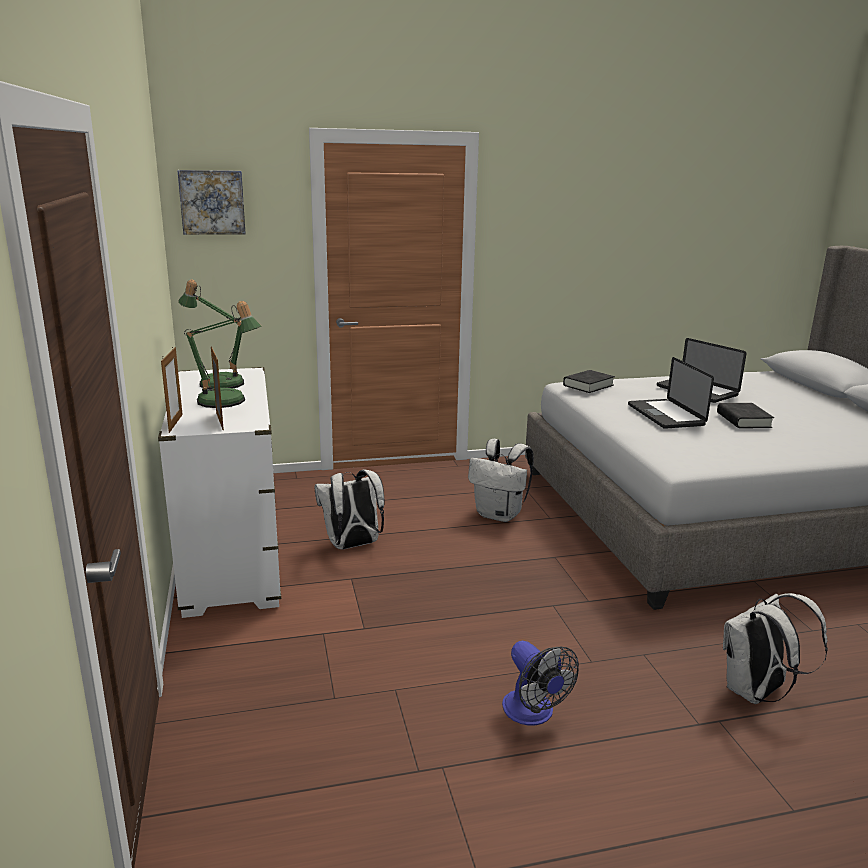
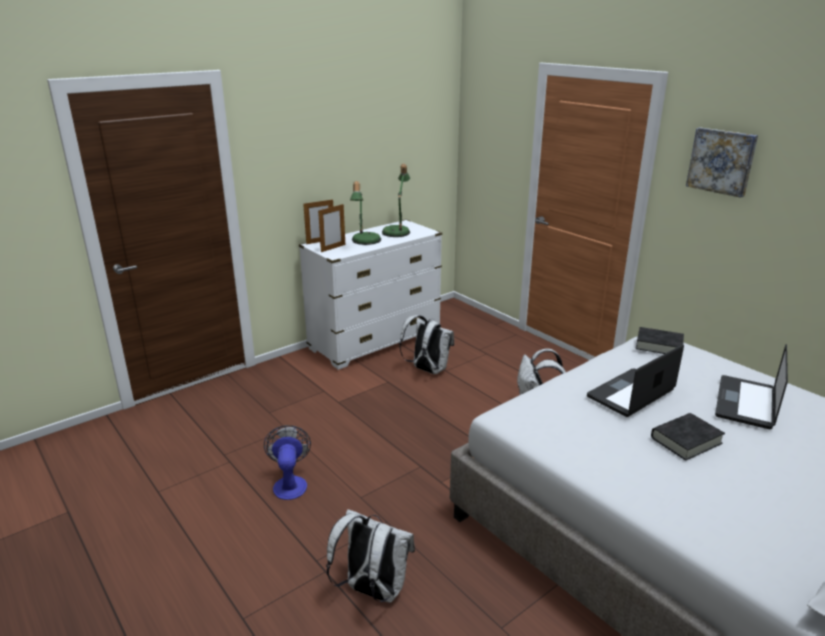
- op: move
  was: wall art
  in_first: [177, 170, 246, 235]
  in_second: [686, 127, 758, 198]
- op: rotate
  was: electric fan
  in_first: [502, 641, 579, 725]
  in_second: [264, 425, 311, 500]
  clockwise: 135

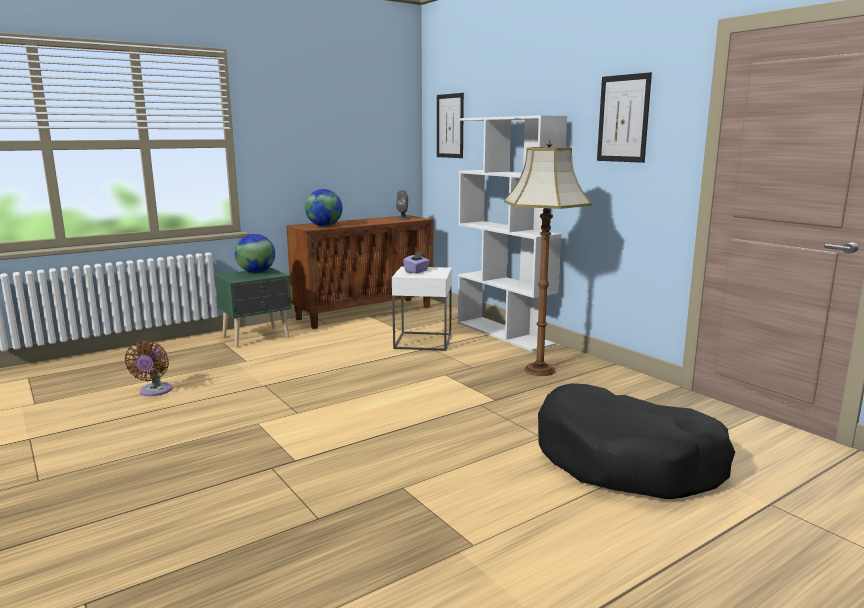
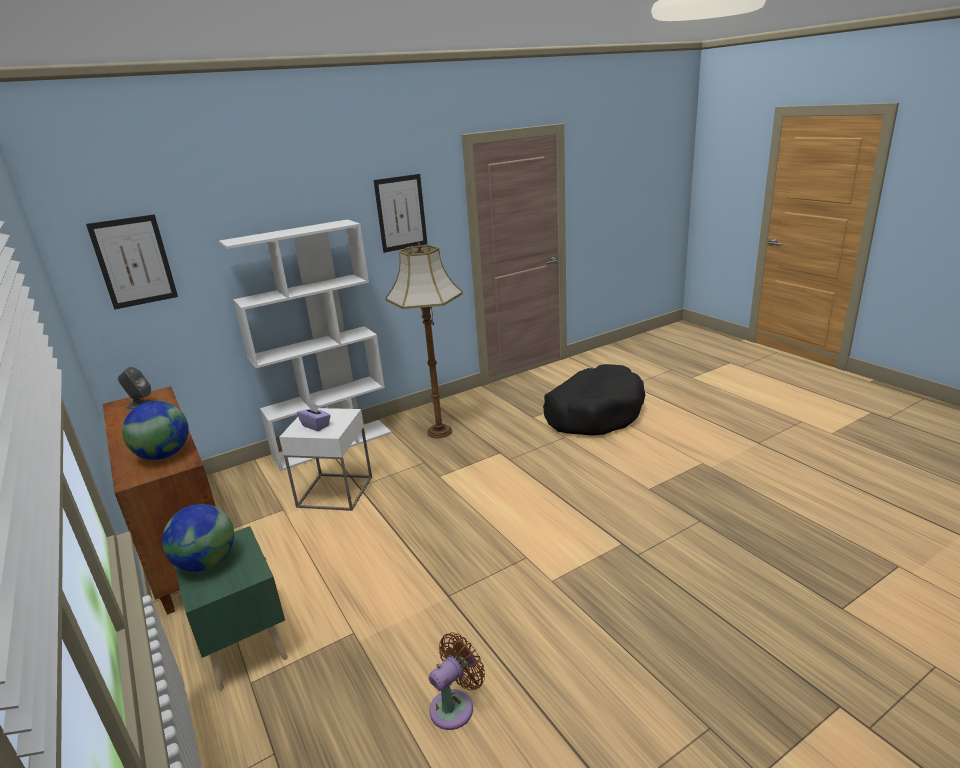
- op: rotate
  was: brownish electric fan
  in_first: [125, 341, 173, 396]
  in_second: [429, 633, 485, 730]
  clockwise: -45

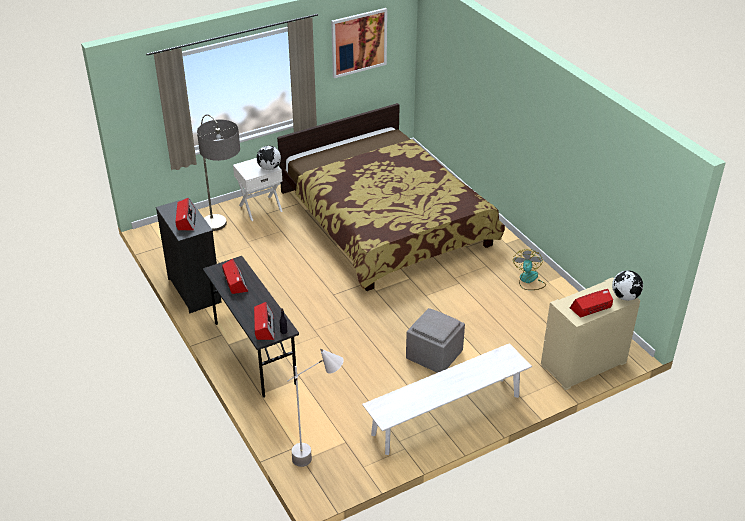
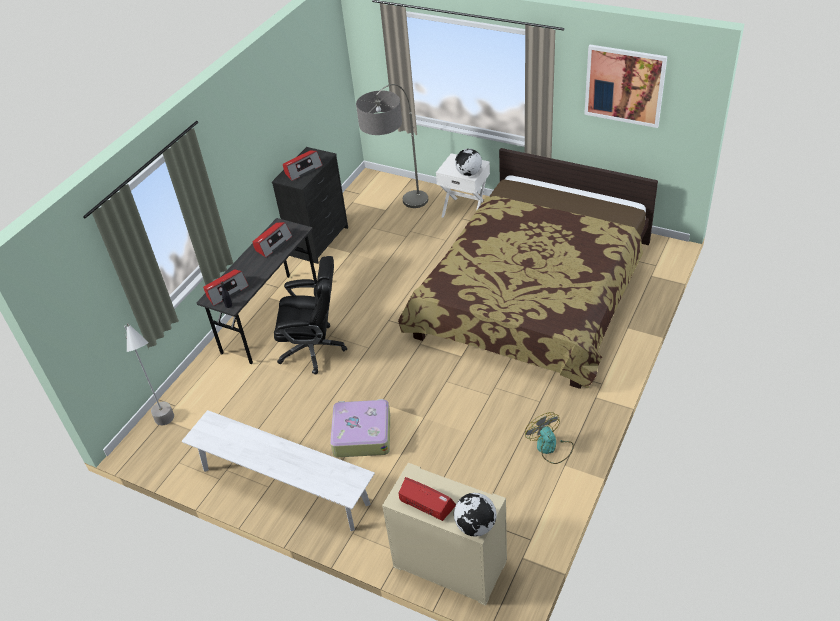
- op: rotate
  was: electric fan
  in_first: [513, 249, 546, 290]
  in_second: [525, 412, 574, 464]
  clockwise: -90
- op: replace
  was: grey pouffe
  now: suitcase
  in_first: [406, 308, 465, 373]
  in_second: [330, 399, 390, 457]
- op: insert
  now: black-coloured desk chair
  in_second: [274, 256, 347, 375]

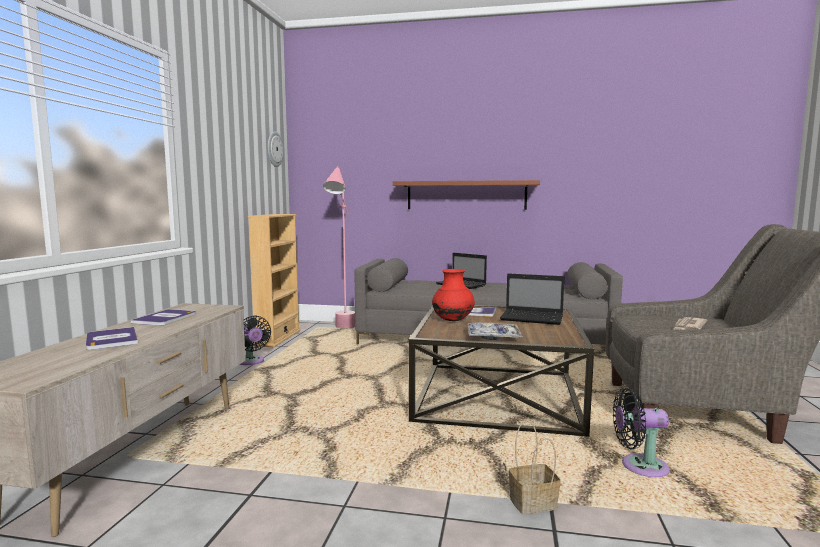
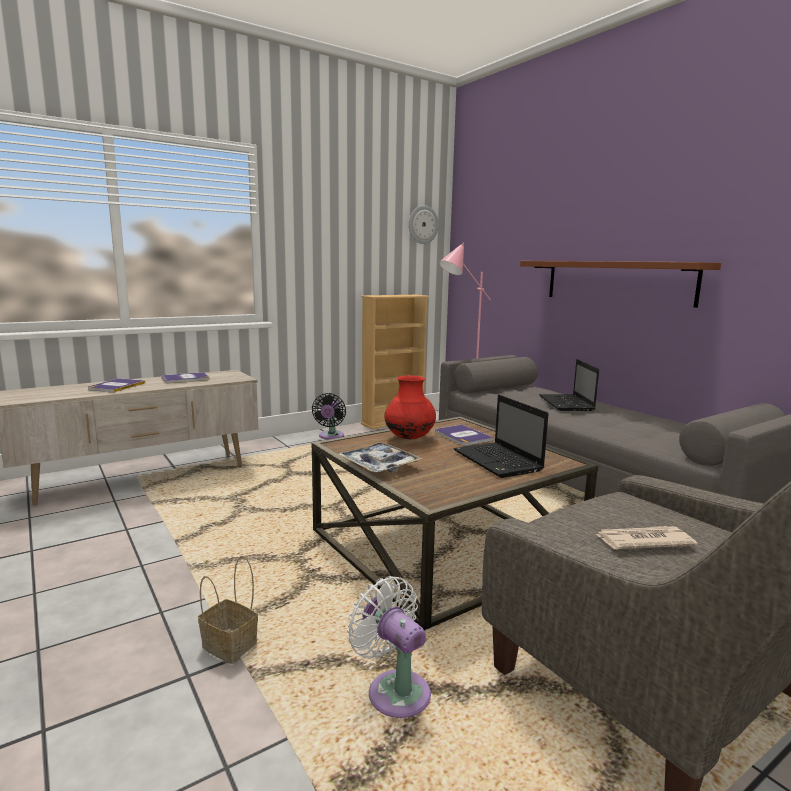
- op: recolor
  was: black-coloured electric fan
  now: whitish electric fan
  in_first: [613, 388, 670, 477]
  in_second: [347, 576, 431, 718]

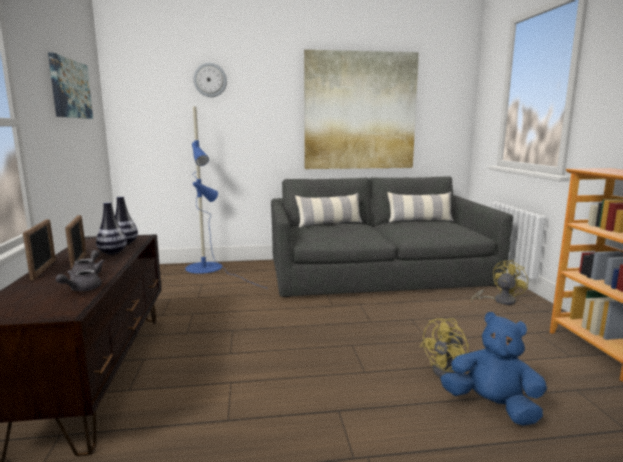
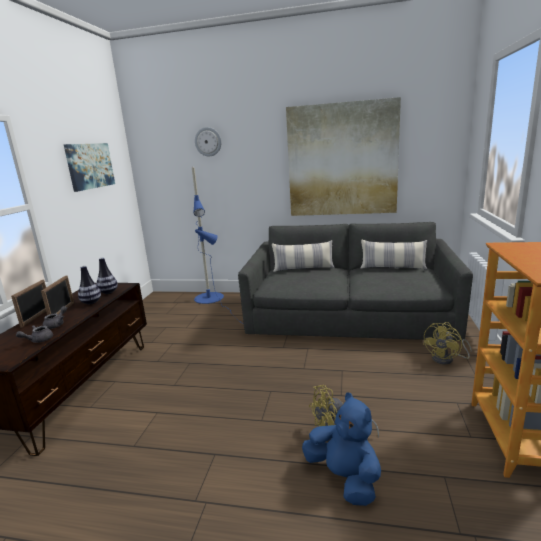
- op: rotate
  was: yellow electric fan
  in_first: [471, 260, 528, 305]
  in_second: [423, 322, 472, 365]
  clockwise: 150

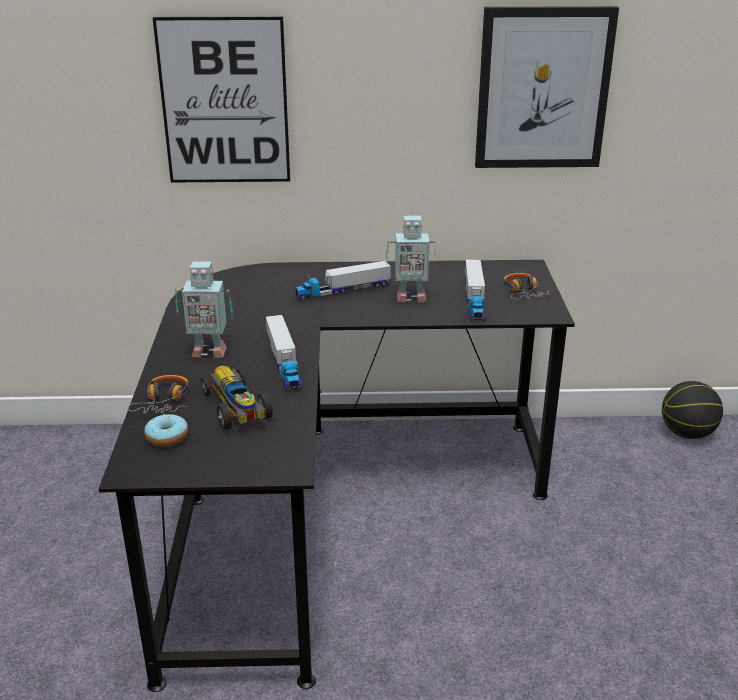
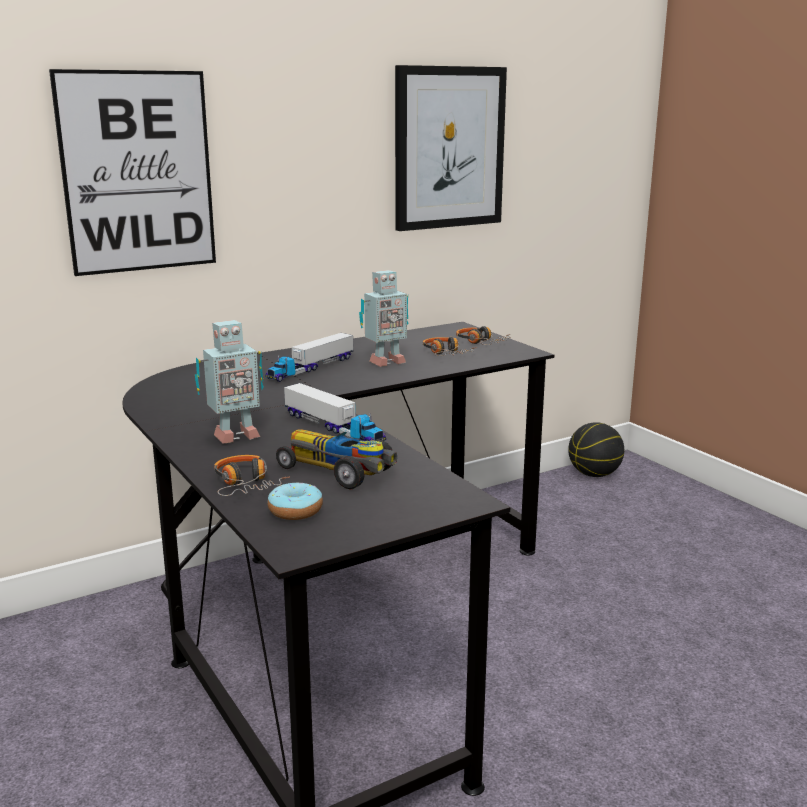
- op: replace
  was: model truck
  now: headphones
  in_first: [465, 259, 486, 321]
  in_second: [423, 337, 477, 356]

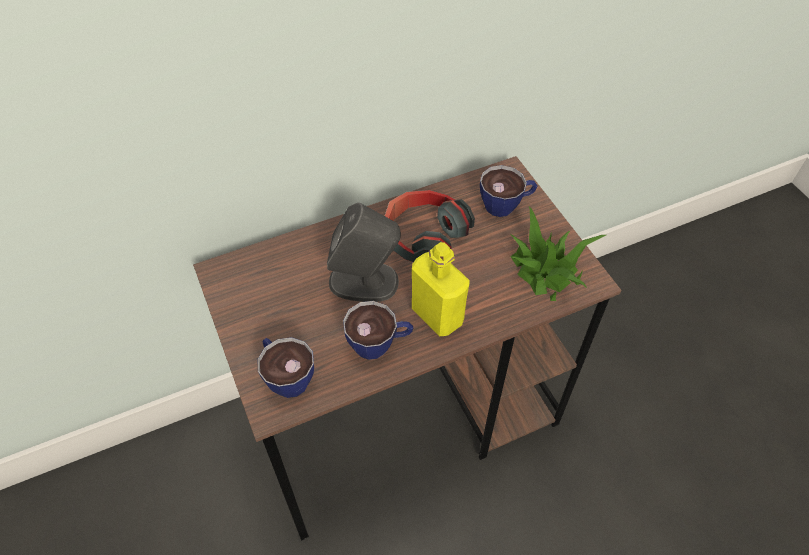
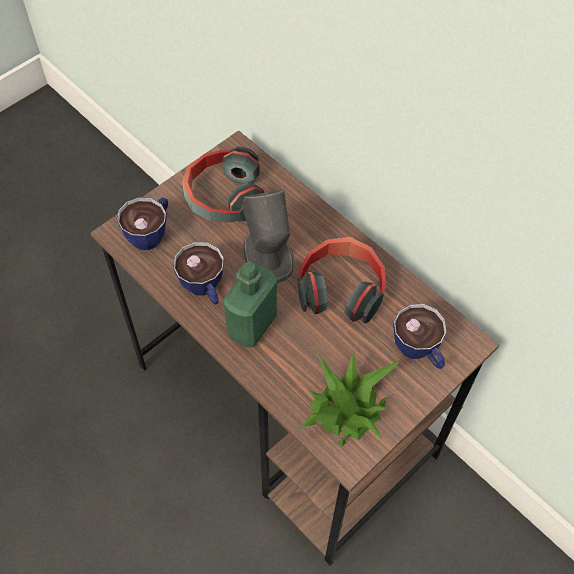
- op: recolor
  was: yellow beverage bottle
  now: green-coloured beverage bottle
  in_first: [412, 242, 470, 336]
  in_second: [223, 262, 277, 348]
- op: insert
  now: headphones
  in_second: [182, 146, 264, 223]

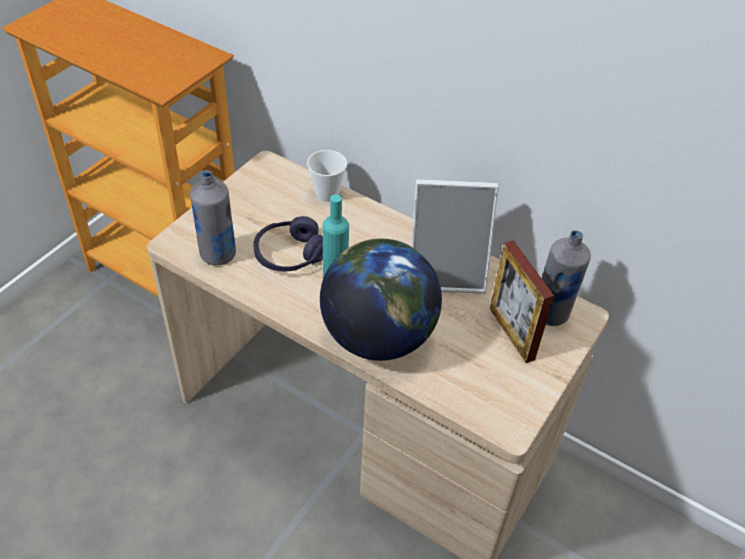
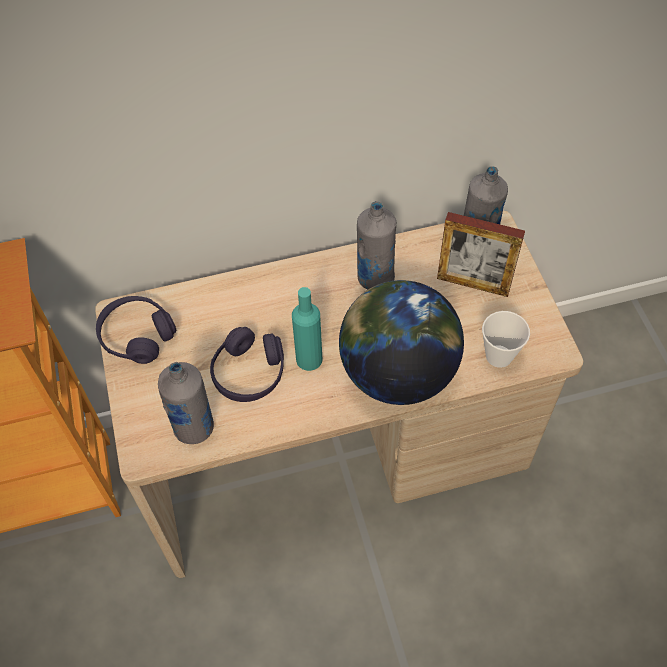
- op: move
  was: drinking cup
  in_first: [307, 150, 347, 202]
  in_second: [482, 311, 530, 368]
- op: replace
  was: photo frame
  now: grey beverage bottle
  in_first: [411, 179, 499, 294]
  in_second: [357, 201, 396, 290]
- op: insert
  now: purple headphones
  in_second: [96, 296, 176, 364]

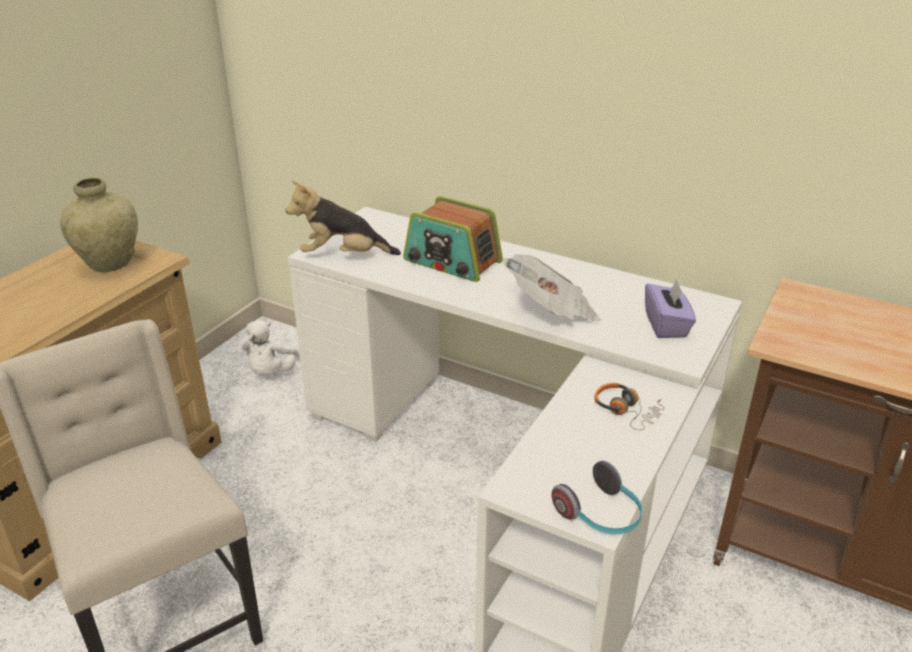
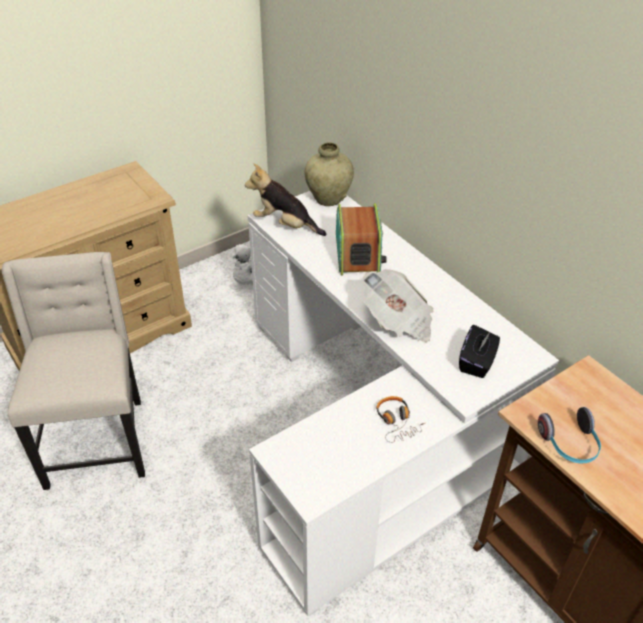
- op: move
  was: beige vase
  in_first: [60, 178, 138, 272]
  in_second: [305, 142, 354, 206]
- op: rotate
  was: radio set
  in_first: [403, 196, 503, 282]
  in_second: [336, 203, 387, 276]
  clockwise: -150
- op: recolor
  was: purple tissue box
  now: black-coloured tissue box
  in_first: [645, 280, 696, 338]
  in_second: [459, 325, 500, 378]
- op: move
  was: headphones
  in_first: [552, 461, 642, 534]
  in_second: [538, 407, 601, 464]

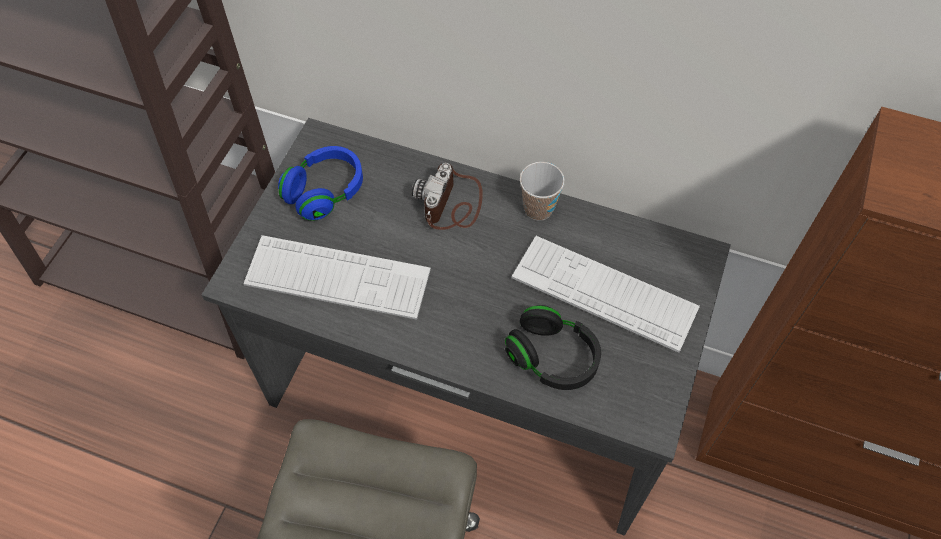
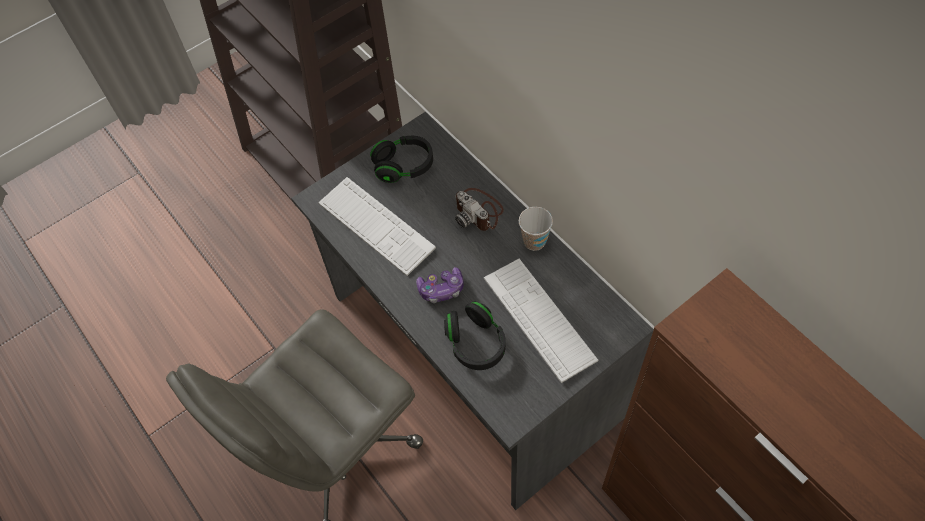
- op: recolor
  was: blue headphones
  now: black-coloured headphones
  in_first: [278, 146, 363, 221]
  in_second: [370, 136, 433, 183]
- op: rotate
  was: still camera
  in_first: [412, 163, 483, 230]
  in_second: [455, 188, 504, 231]
  clockwise: -90
- op: insert
  now: game controller
  in_second: [416, 267, 464, 303]

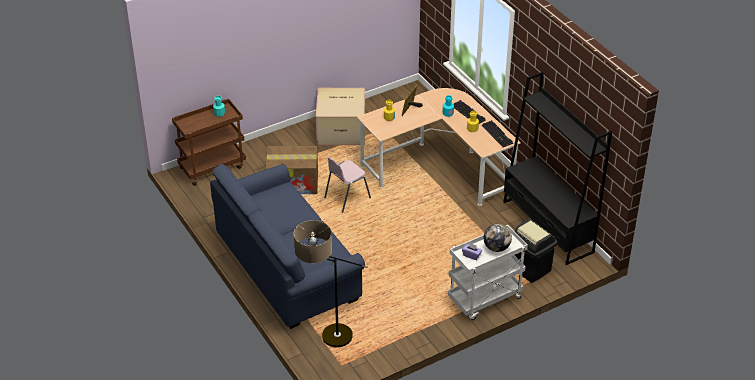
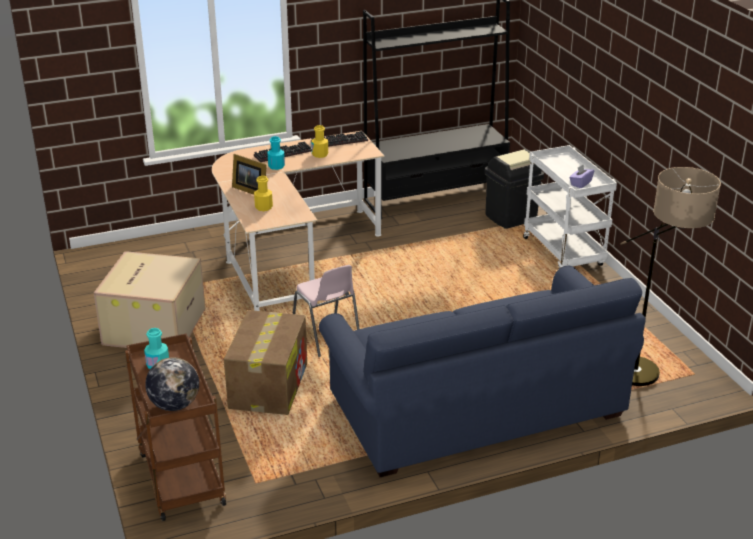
- op: move
  was: globe
  in_first: [484, 224, 512, 252]
  in_second: [145, 357, 199, 411]

